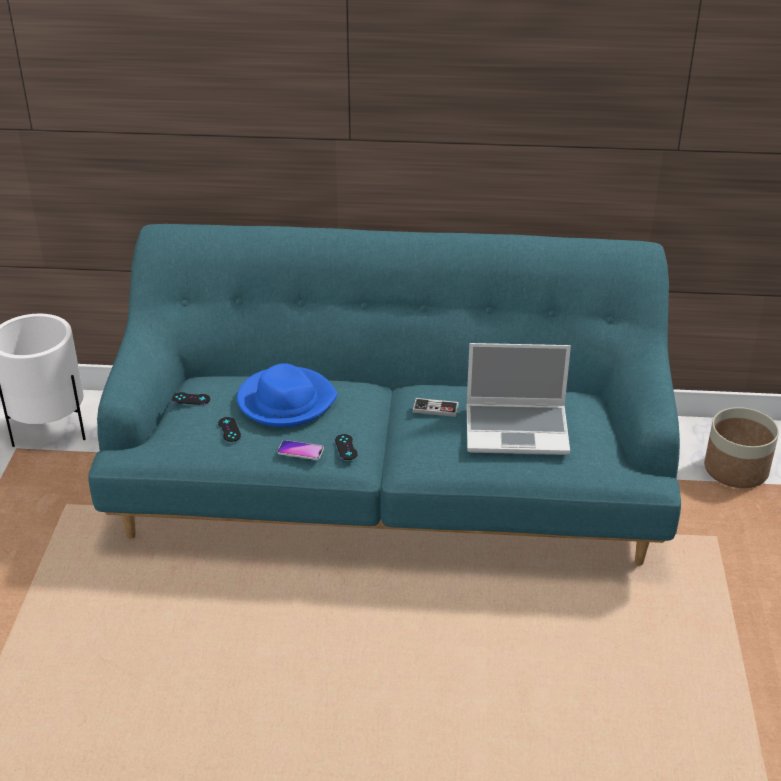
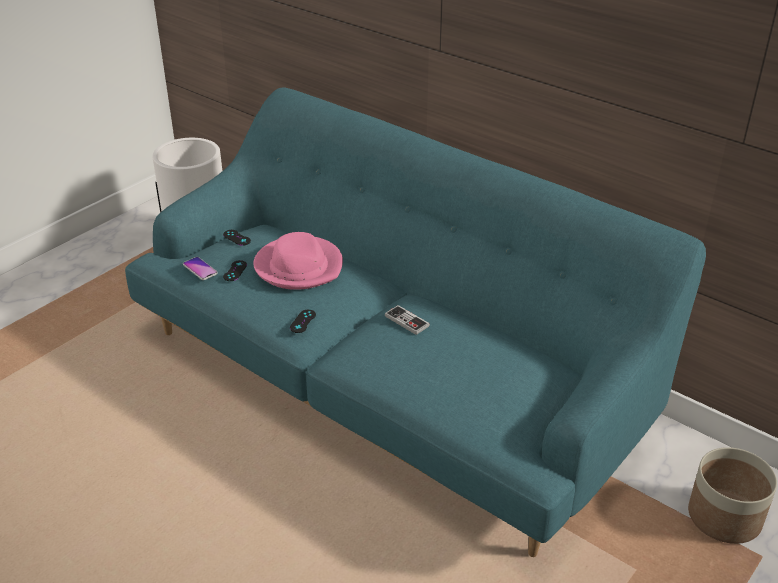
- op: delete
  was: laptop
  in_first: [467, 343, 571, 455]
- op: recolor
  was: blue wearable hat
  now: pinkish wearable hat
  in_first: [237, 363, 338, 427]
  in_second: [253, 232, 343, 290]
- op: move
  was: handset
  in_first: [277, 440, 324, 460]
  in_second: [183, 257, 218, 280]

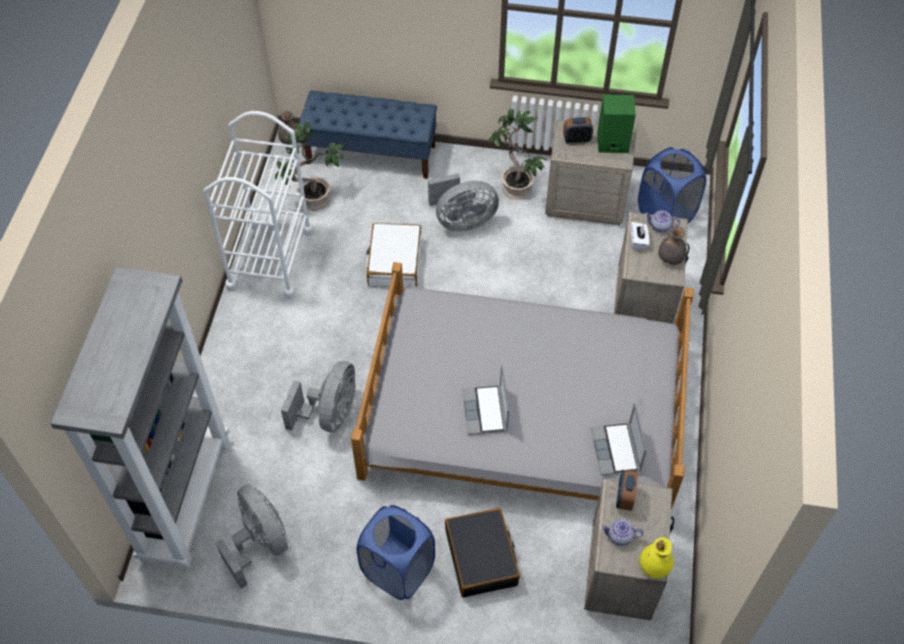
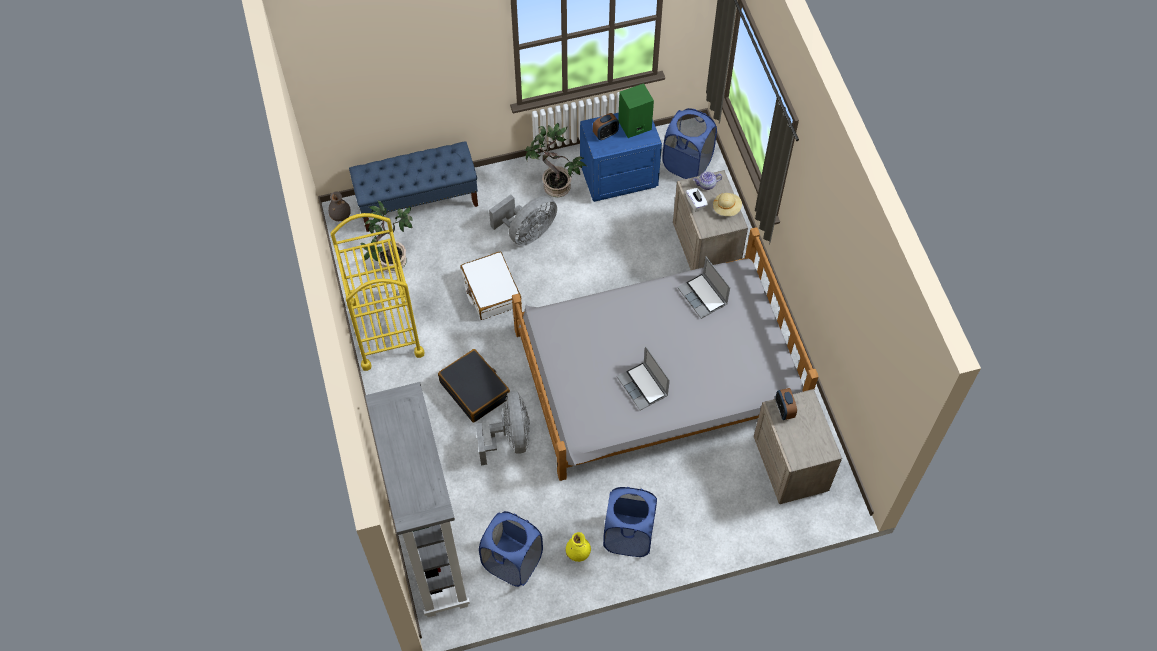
- op: recolor
  was: whitish cart
  now: yellow cart
  in_first: [204, 111, 314, 299]
  in_second: [331, 213, 424, 371]
- op: recolor
  was: beige night table
  now: blue night table
  in_first: [545, 120, 637, 225]
  in_second: [580, 113, 662, 202]
- op: replace
  was: grey vase
  now: beige wearable hat
  in_first: [658, 226, 687, 265]
  in_second: [713, 193, 742, 216]
- op: move
  was: laptop
  in_first: [591, 403, 647, 475]
  in_second: [677, 256, 730, 319]
- op: replace
  was: grey electric fan
  now: blue washing basket
  in_first: [215, 484, 288, 589]
  in_second: [479, 511, 543, 587]
- op: move
  was: black-coloured suitcase
  in_first: [445, 508, 520, 598]
  in_second: [438, 349, 510, 423]
- op: delete
  was: tea pot
  in_first: [601, 519, 644, 546]
- op: move
  was: yellow vase
  in_first: [639, 537, 674, 578]
  in_second: [565, 532, 591, 562]

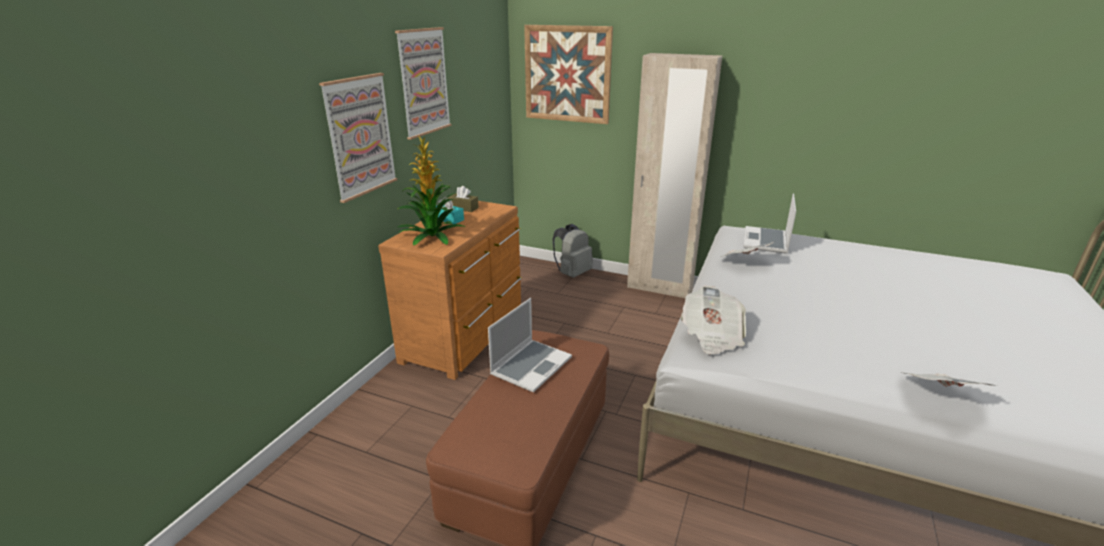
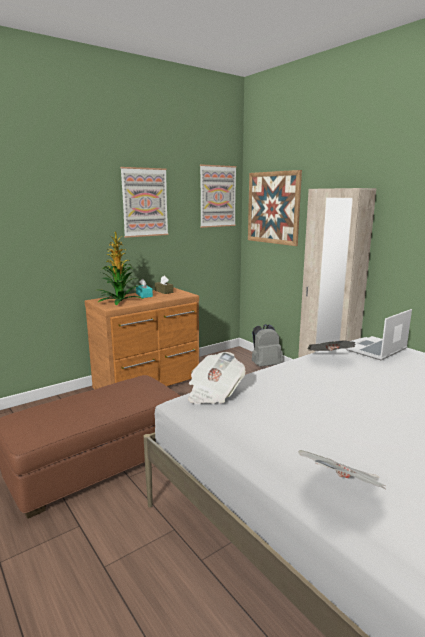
- op: move
  was: wall art
  in_first: [319, 73, 397, 203]
  in_second: [200, 164, 237, 228]
- op: delete
  was: laptop
  in_first: [488, 298, 572, 393]

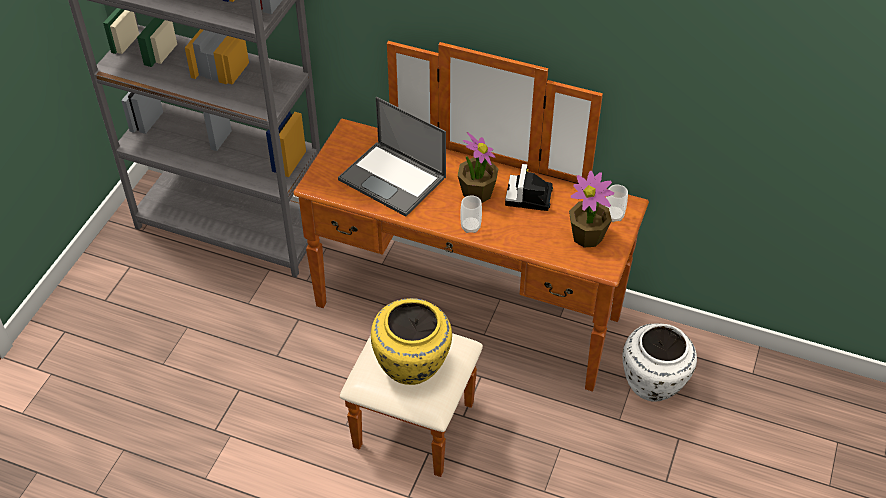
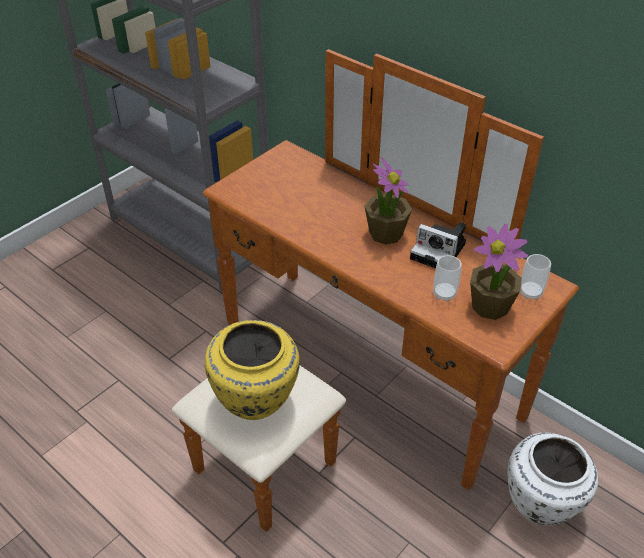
- op: delete
  was: laptop
  in_first: [338, 97, 446, 217]
- op: rotate
  was: still camera
  in_first: [505, 164, 553, 211]
  in_second: [410, 222, 466, 268]
  clockwise: -90
- op: move
  was: drinking cup
  in_first: [460, 195, 482, 233]
  in_second: [433, 255, 462, 302]

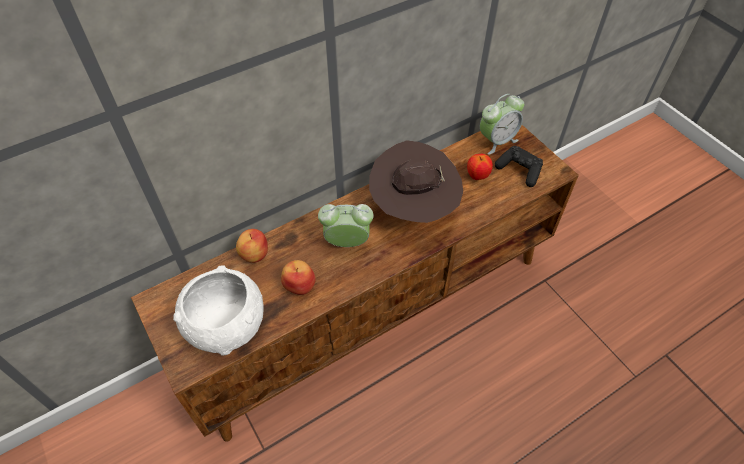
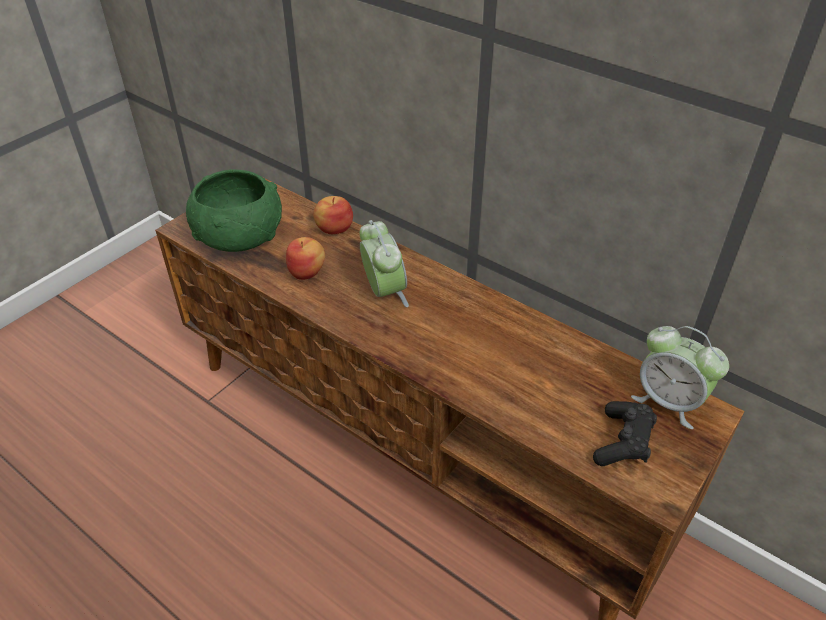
- op: delete
  was: brownish wearable hat
  in_first: [369, 140, 463, 223]
- op: delete
  was: whole apple
  in_first: [467, 154, 493, 180]
- op: recolor
  was: whitish deep dish
  now: green-coloured deep dish
  in_first: [173, 265, 264, 356]
  in_second: [186, 169, 282, 252]

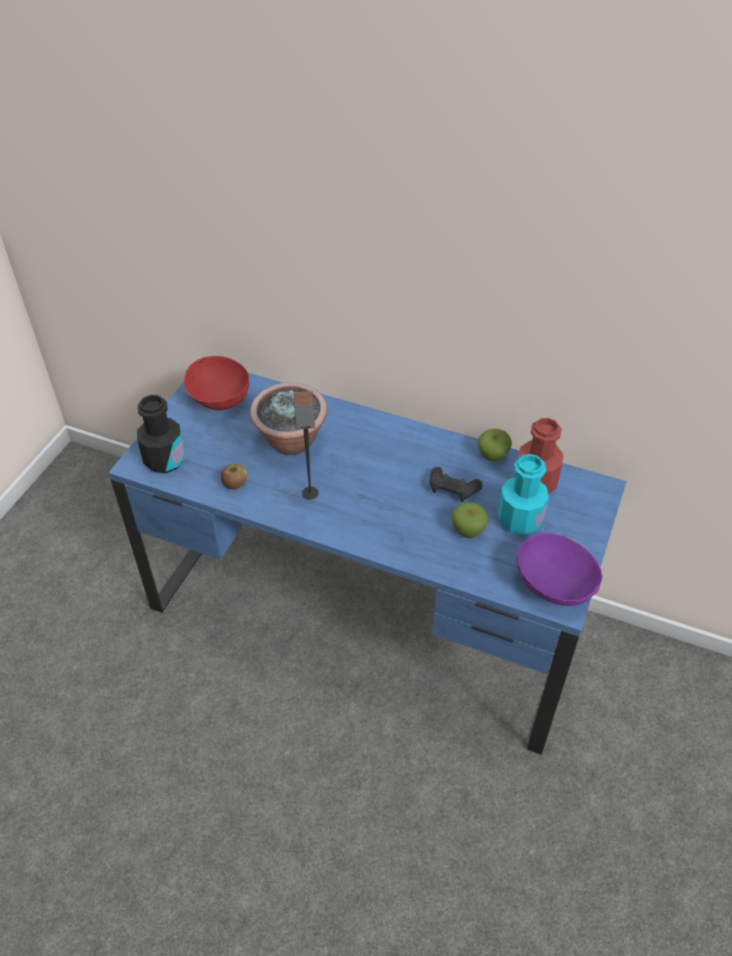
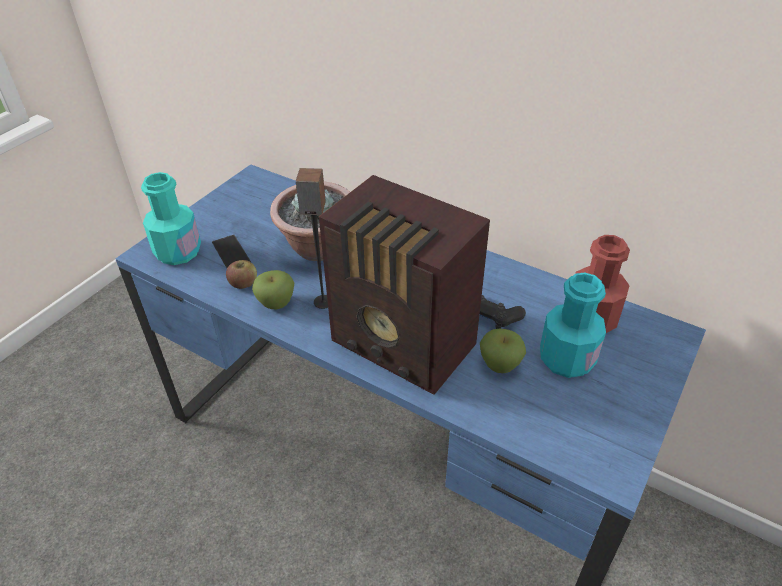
- op: delete
  was: red deep dish
  in_first: [183, 356, 249, 410]
- op: recolor
  was: black-coloured beverage bottle
  now: turquoise beverage bottle
  in_first: [137, 395, 186, 473]
  in_second: [141, 172, 201, 265]
- op: move
  was: whole apple
  in_first: [477, 429, 512, 462]
  in_second: [252, 270, 294, 309]
- op: delete
  was: purple deep dish
  in_first: [517, 533, 602, 606]
- op: insert
  now: radio set
  in_second: [319, 175, 490, 395]
- op: insert
  now: handset
  in_second: [212, 235, 252, 268]

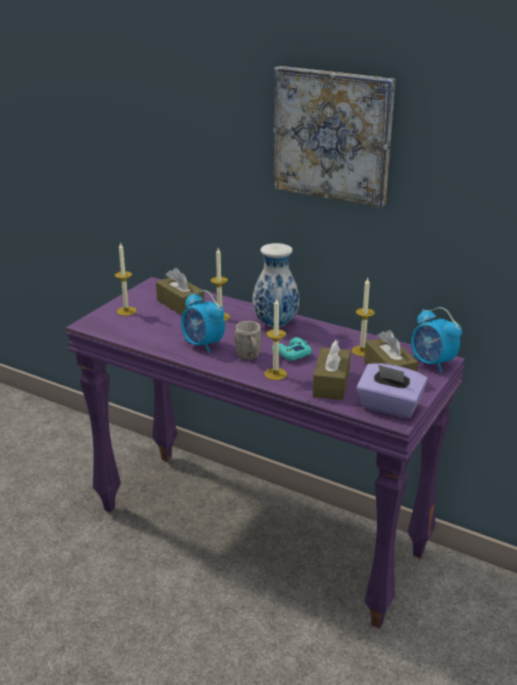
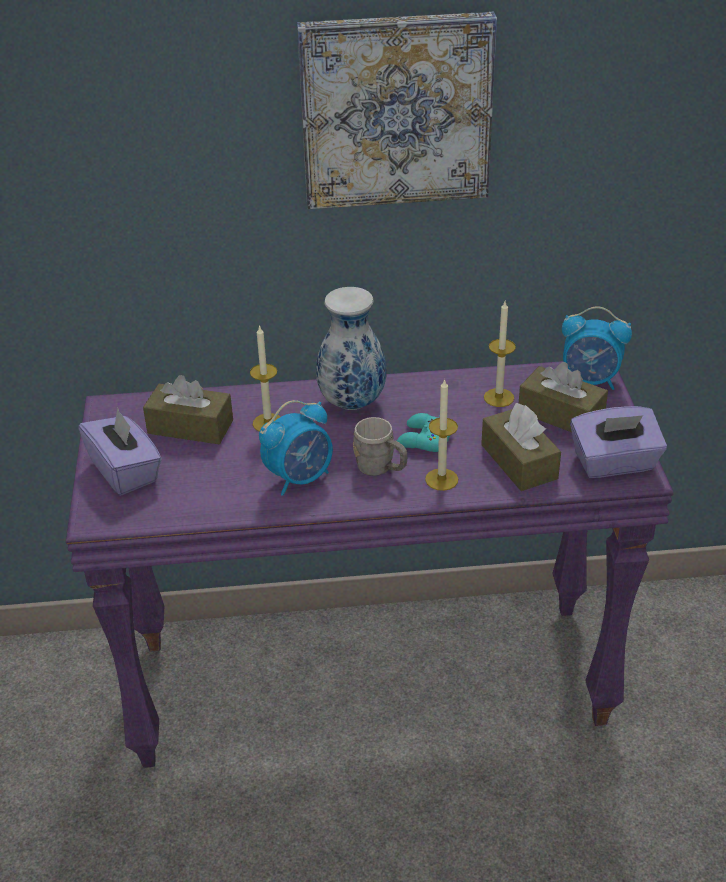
- op: replace
  was: candle
  now: purple tissue box
  in_first: [115, 242, 136, 316]
  in_second: [78, 408, 162, 495]
- op: rotate
  was: alarm clock
  in_first: [181, 290, 225, 353]
  in_second: [259, 400, 333, 496]
  clockwise: -45

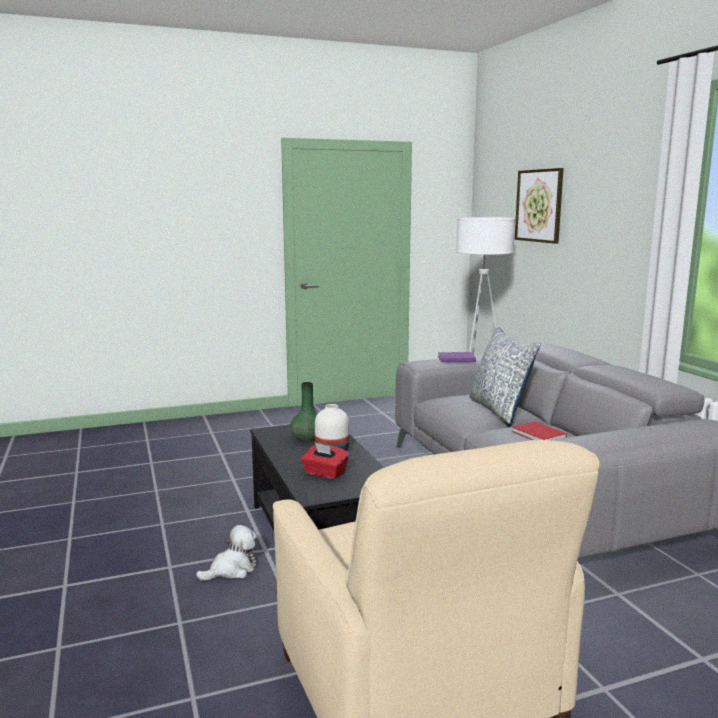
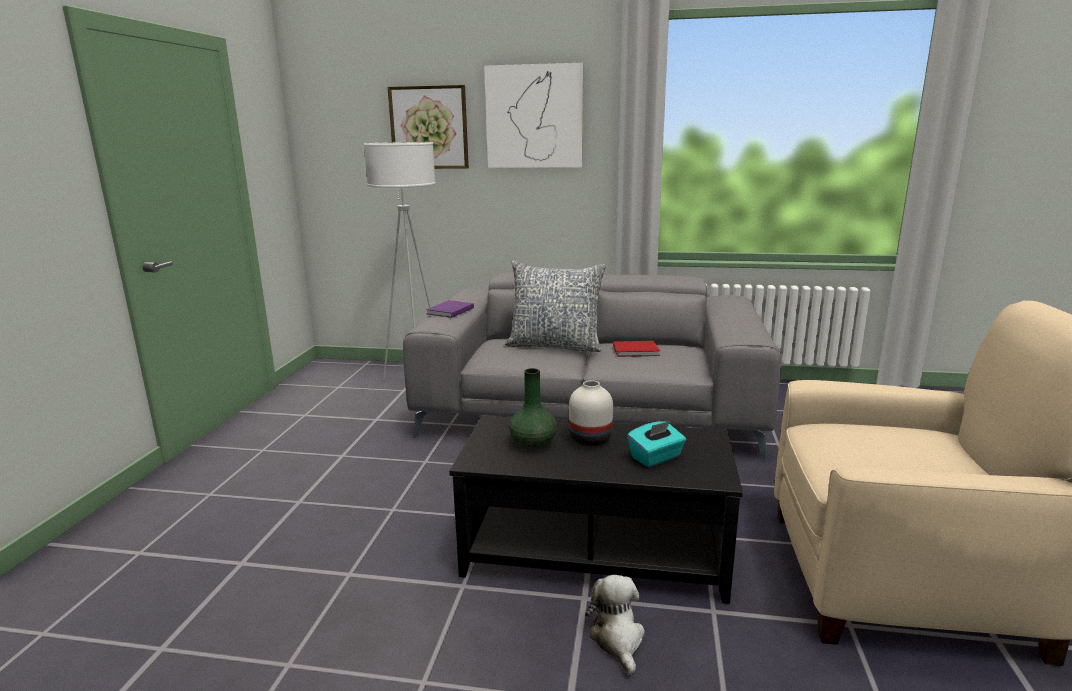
- op: recolor
  was: red tissue box
  now: turquoise tissue box
  in_first: [301, 443, 349, 479]
  in_second: [627, 421, 686, 467]
- op: insert
  now: wall art
  in_second: [484, 63, 584, 168]

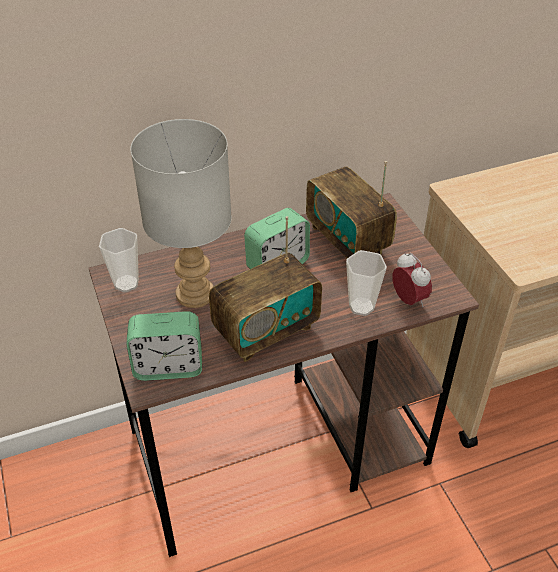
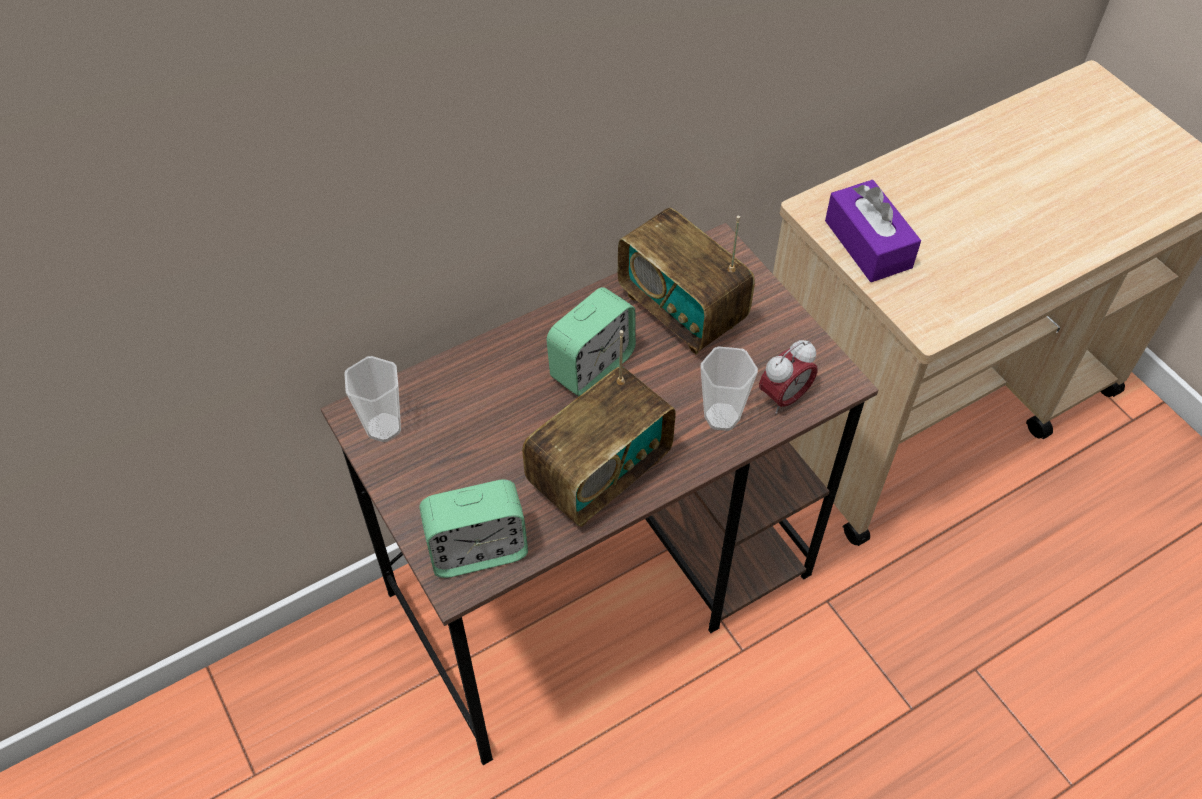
- op: delete
  was: grey tabletop lamp
  in_first: [130, 119, 232, 308]
- op: rotate
  was: alarm clock
  in_first: [392, 252, 432, 308]
  in_second: [759, 340, 817, 414]
  clockwise: 90
- op: insert
  now: purple tissue box
  in_second: [825, 180, 921, 282]

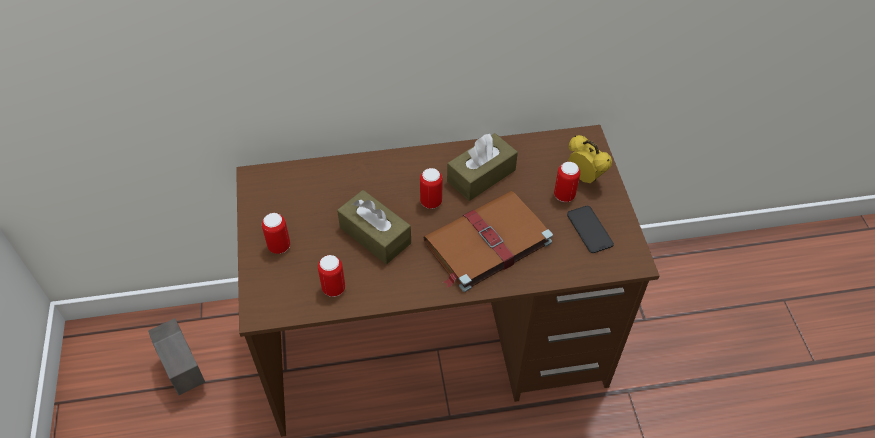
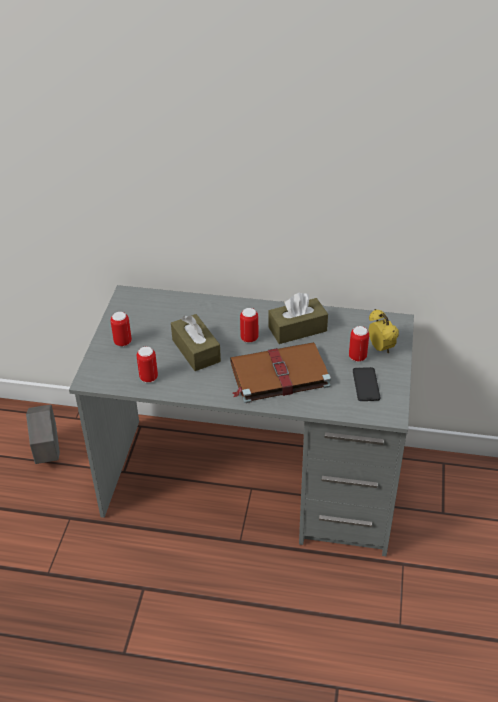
- op: recolor
  was: brownish desk unit
  now: grey desk unit
  in_first: [236, 125, 660, 437]
  in_second: [69, 285, 414, 556]

